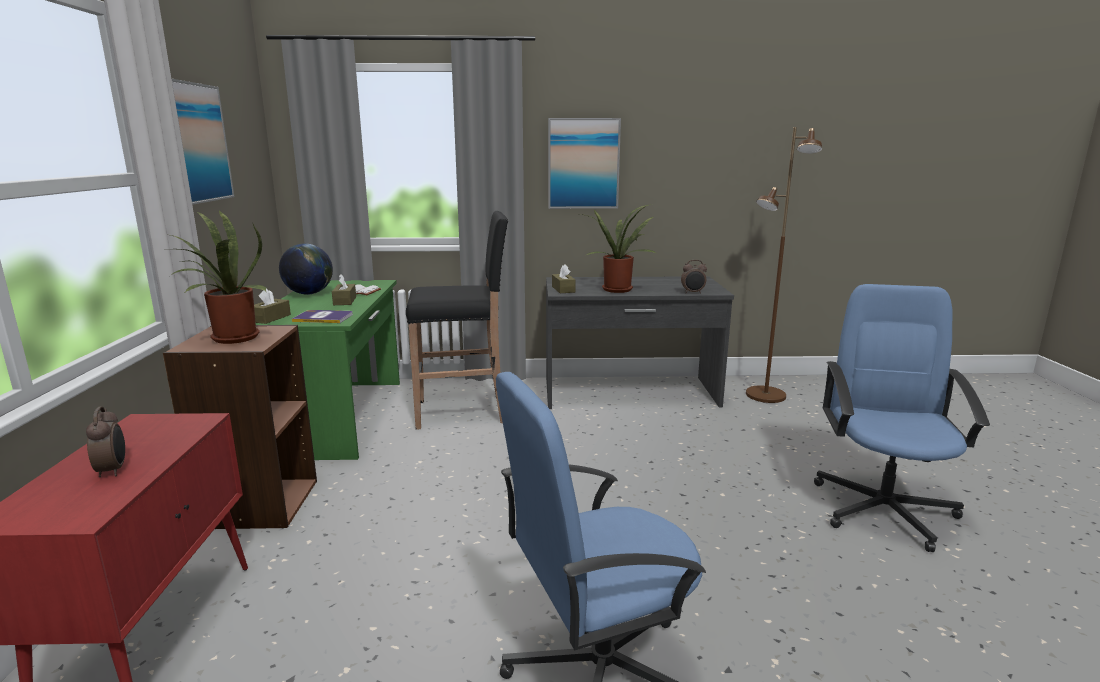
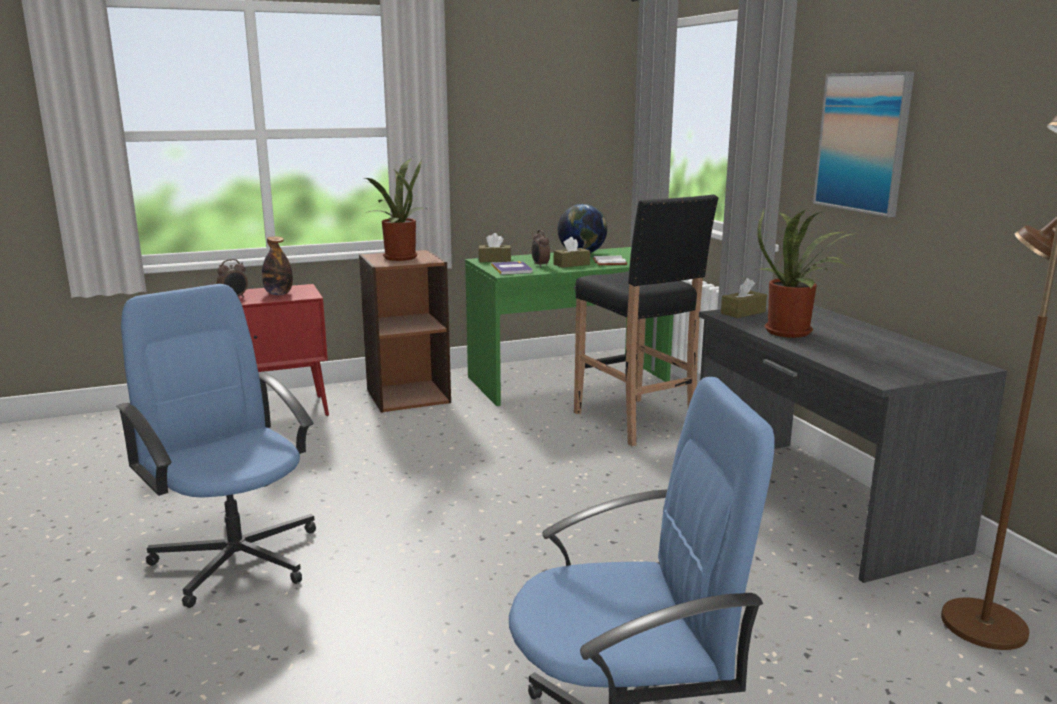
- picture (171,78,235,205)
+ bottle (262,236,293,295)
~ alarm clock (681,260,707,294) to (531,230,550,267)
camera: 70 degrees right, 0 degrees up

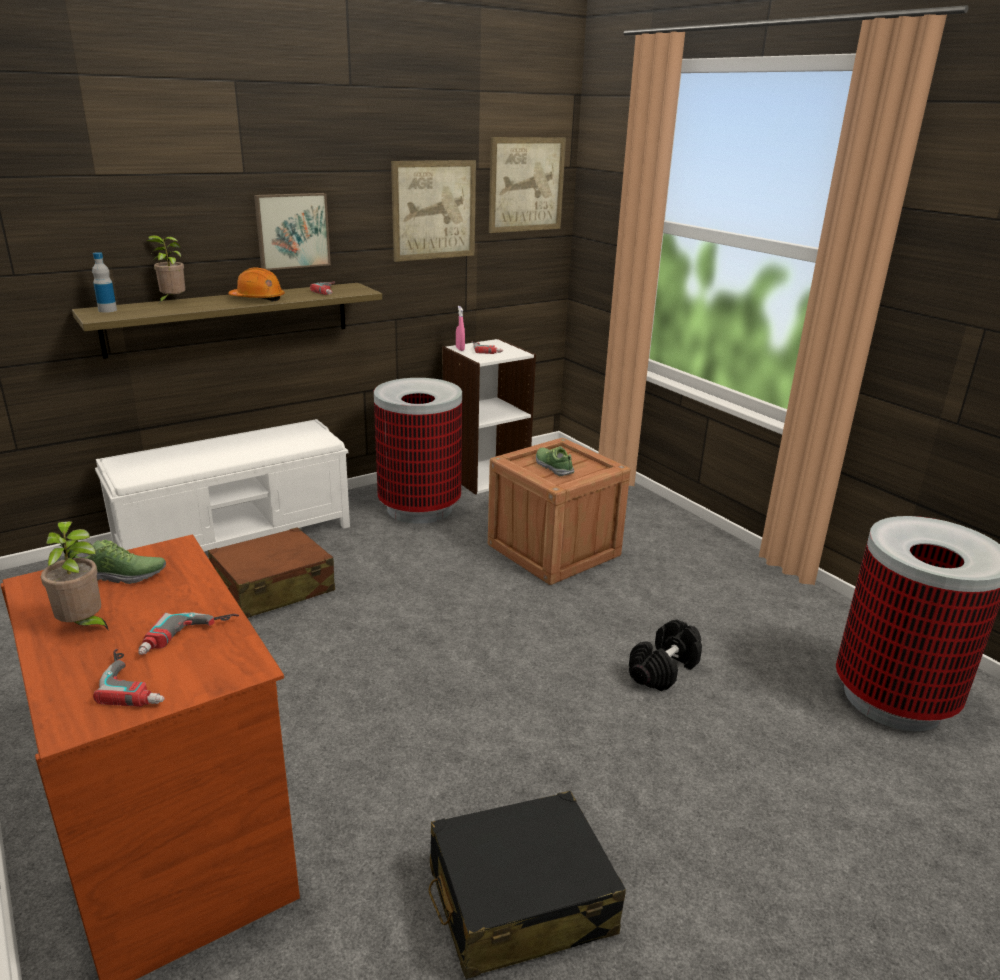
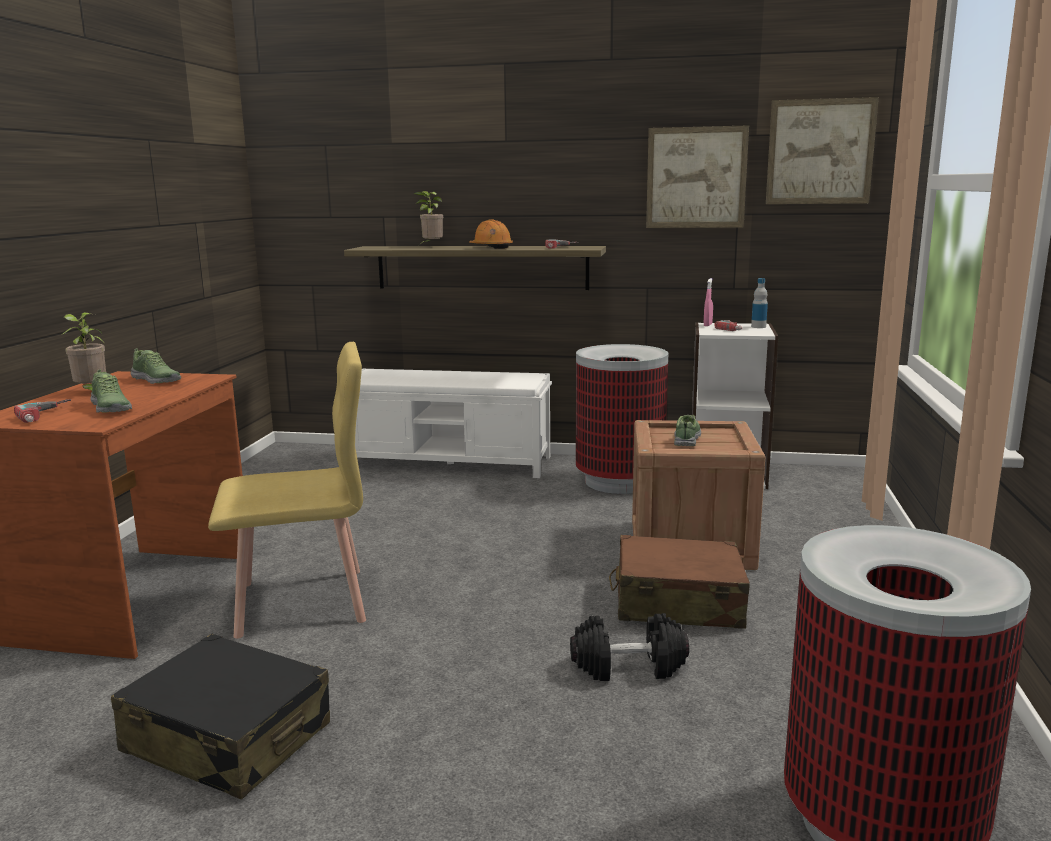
- picture (254,193,331,270)
+ chair (yellow) (208,342,366,639)
~ bottle (92,252,117,313) to (751,278,768,328)
~ suitcase (brown) (208,527,335,618) to (609,535,750,629)
~ power drill (138,612,239,655) to shoe (90,369,132,413)
camera: 45 degrees right, 10 degrees down

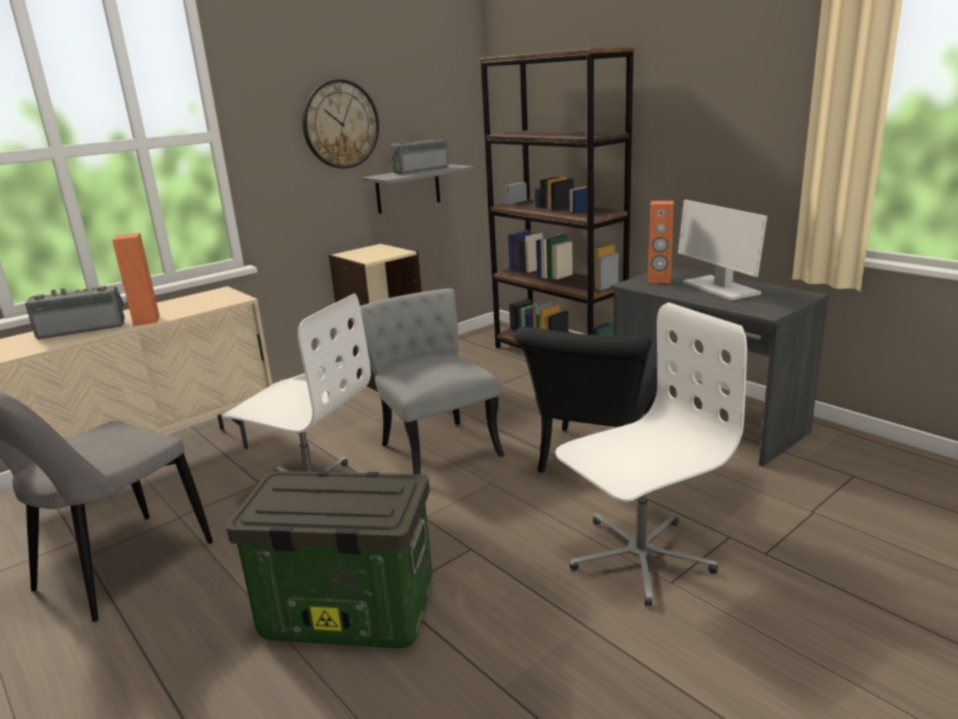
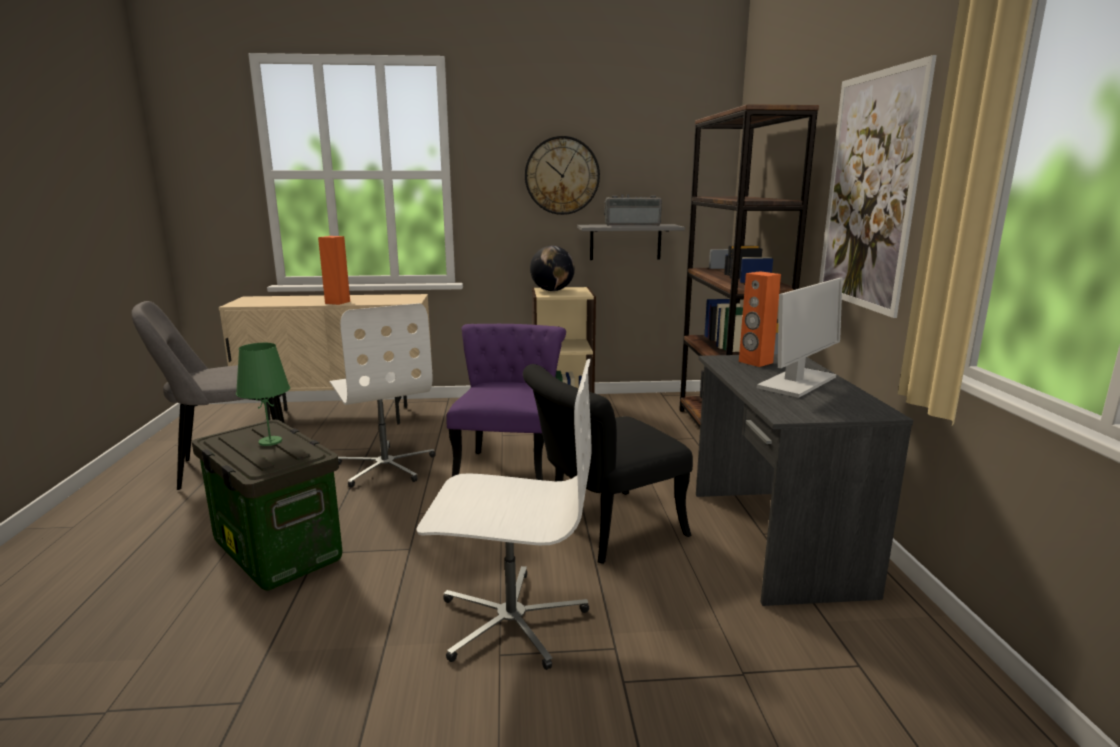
- radio (25,285,125,340)
+ table lamp (green) (236,343,290,446)
+ globe (530,246,575,291)
+ picture (819,55,937,318)
~ chair (grey) (350,288,505,474) to chair (purple) (447,324,566,480)
~ monitor (678,200,767,300) = (757,278,843,398) 150 degrees counterclockwise
camera: 35 degrees right, 5 degrees down

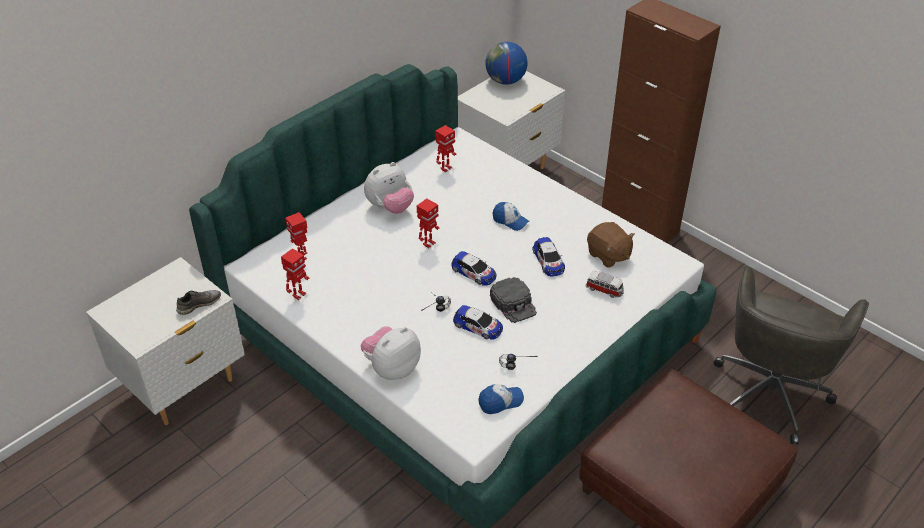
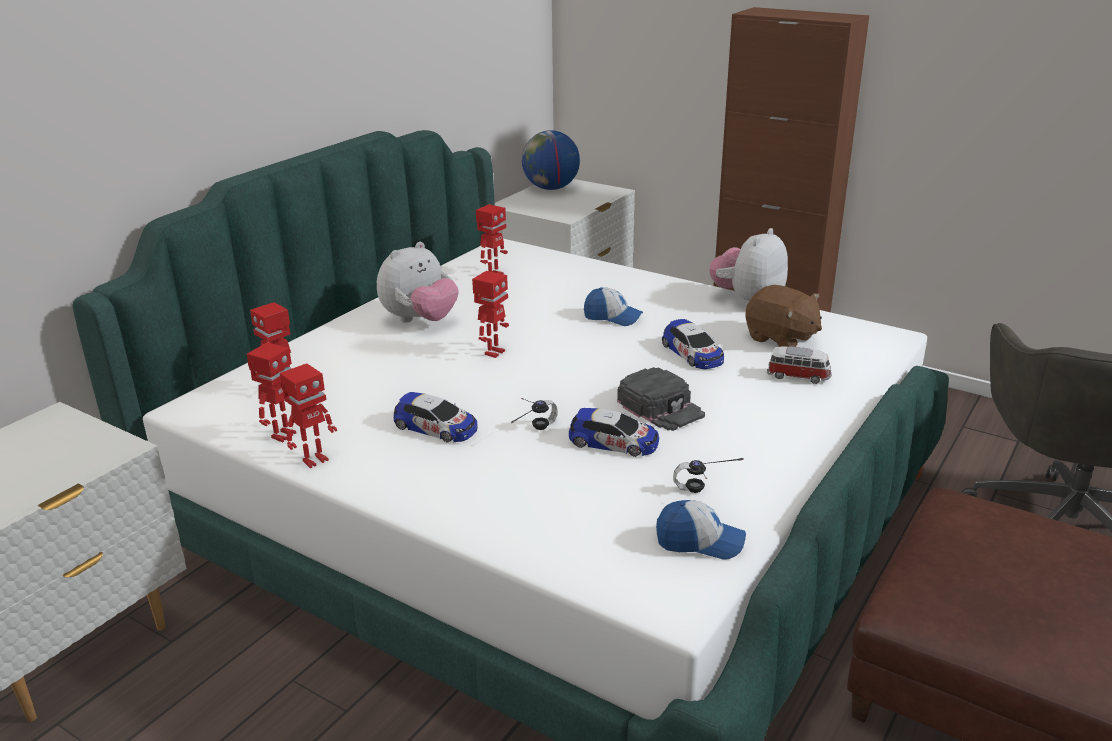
- shoe (grey) (176,290,221,315)
+ toy robot (280,363,337,468)
~ plush toy (361,326,421,380) to (709,228,788,303)
~ toy car (452,251,496,286) to (394,392,478,443)
~ cap (478,384,524,414) = (656,500,746,560) 45 degrees clockwise
camera: 10 degrees left, 15 degrees down

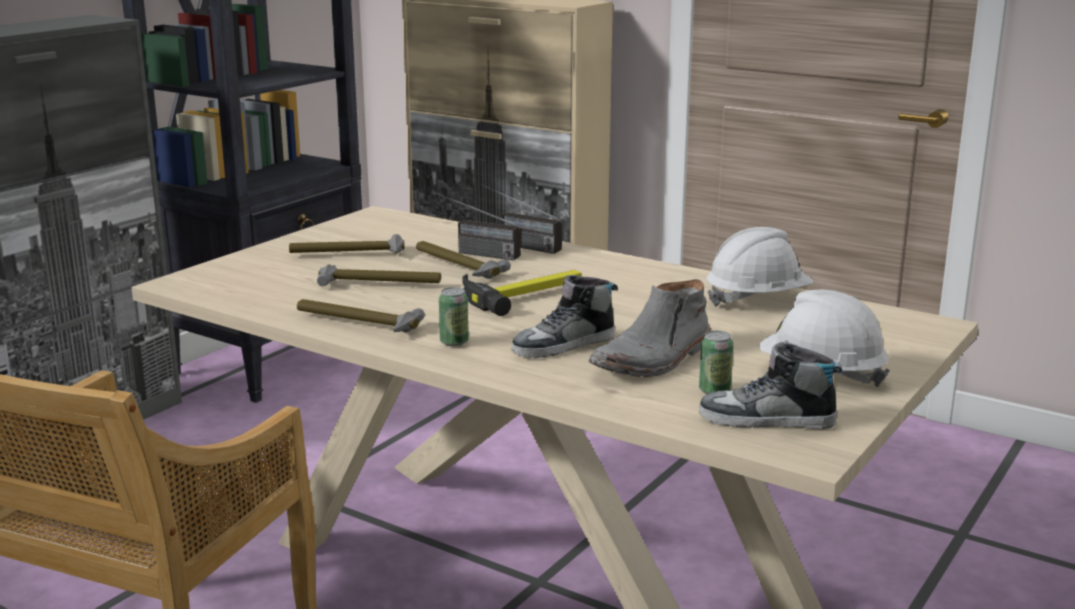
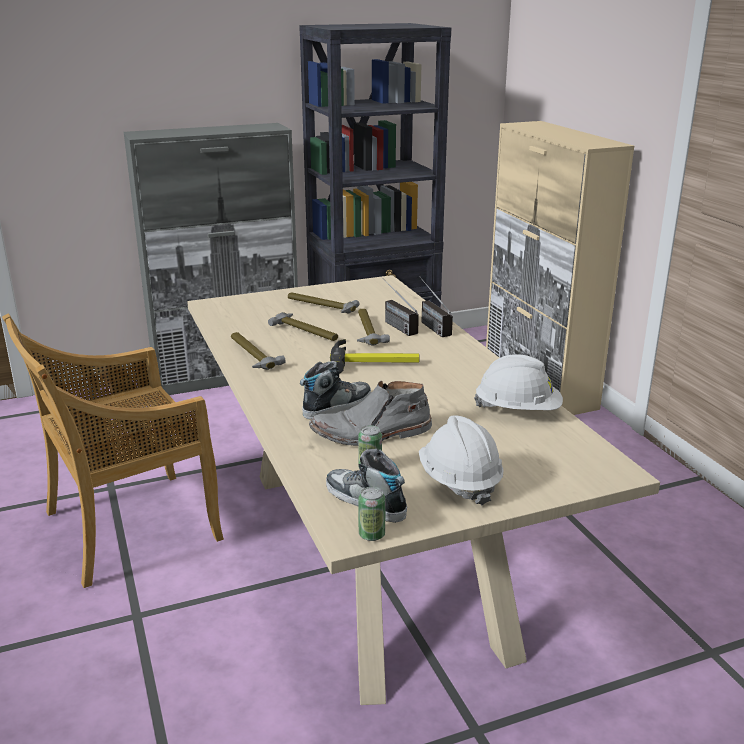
~ can (439,287,469,347) to (358,487,386,541)
~ shoe (511,275,618,359) = (300,361,371,419) 135 degrees clockwise
camera: 35 degrees right, 5 degrees up

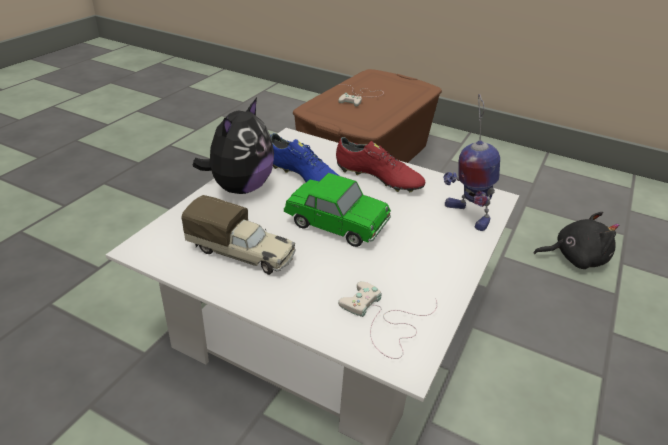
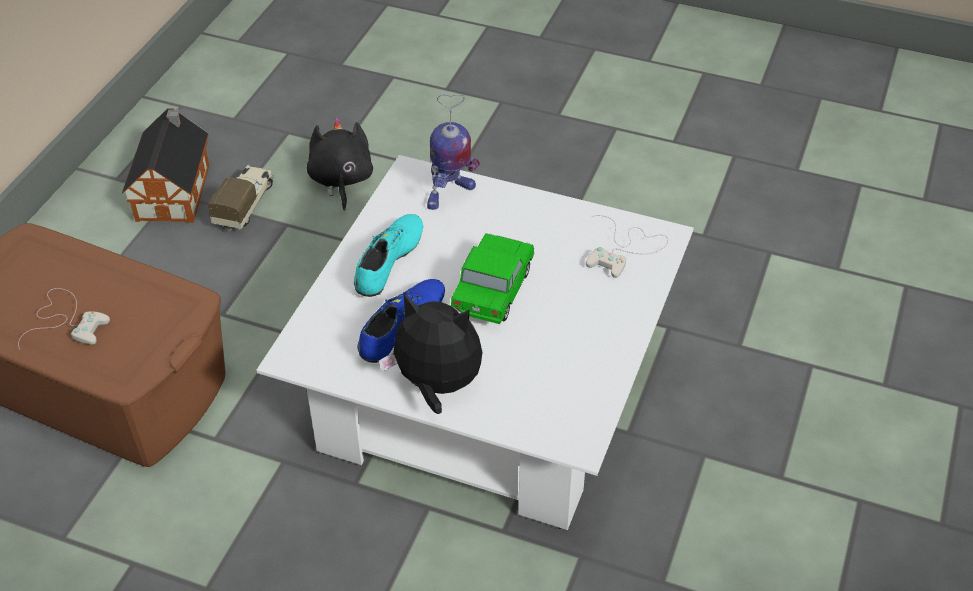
+ toy house (122,108,209,223)
~ toy truck (181,195,296,275) to (207,164,274,231)
~ shoe (red) (336,137,425,192) to shoe (turquoise) (354,214,423,297)
camera: 95 degrees left, 10 degrees up

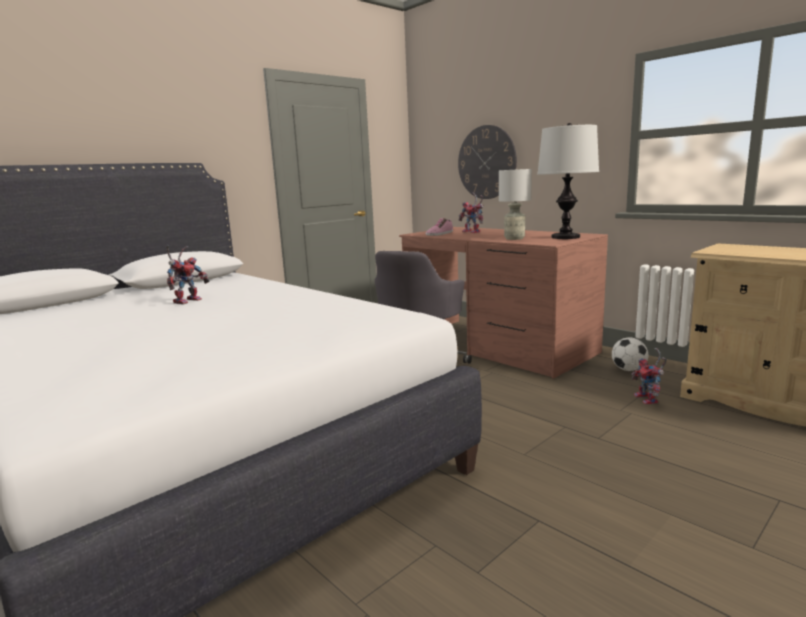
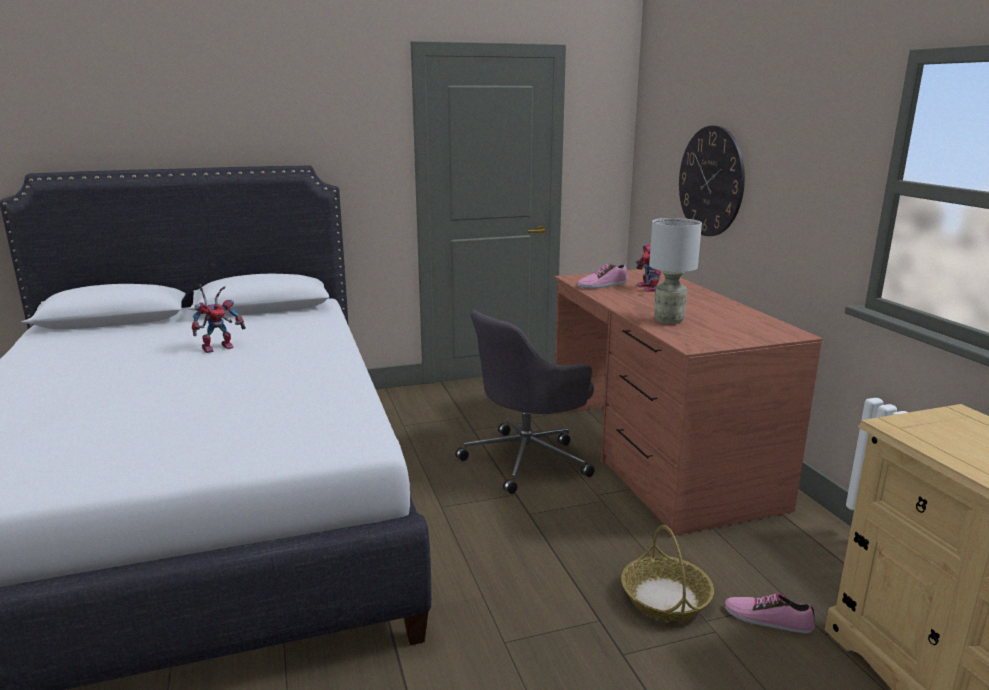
- table lamp (537,123,599,239)
- football (612,338,648,371)
+ basket (621,525,714,621)
~ toy robot (632,348,667,404) to shoe (725,593,815,633)
camera: 25 degrees right, 5 degrees up

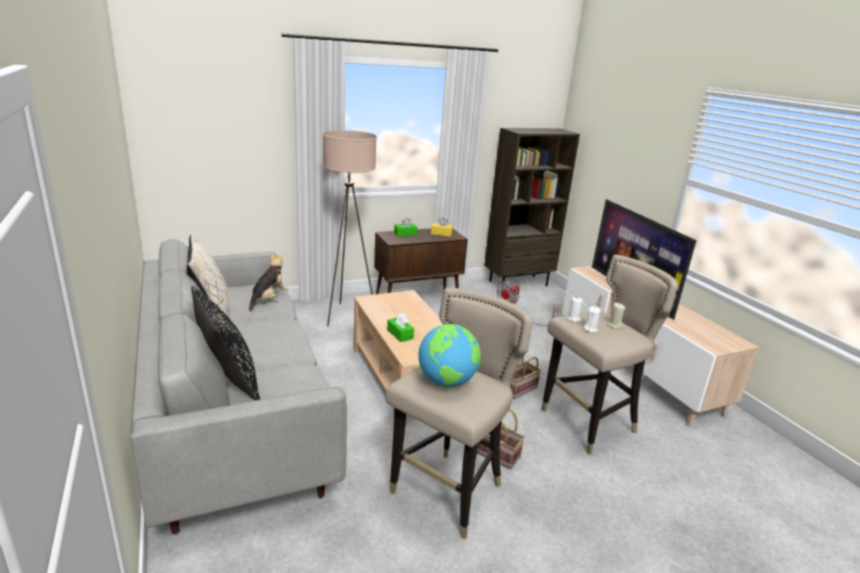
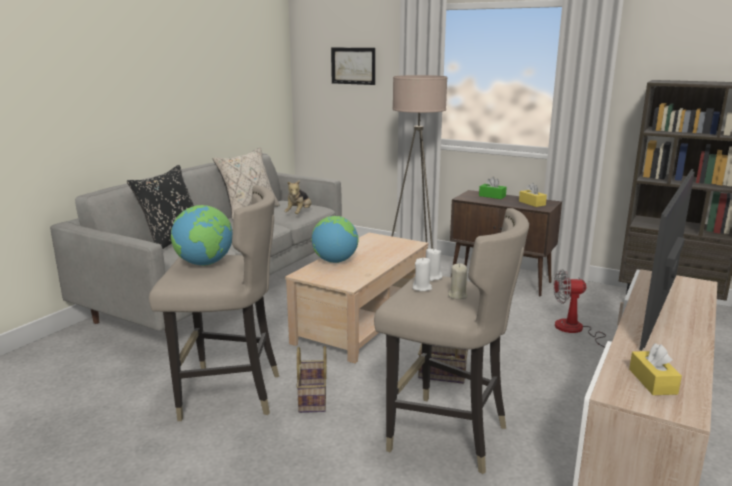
+ picture (331,48,375,85)
+ tissue box (yellow) (629,343,682,395)
~ tissue box (green) (387,313,414,342) to globe (311,216,358,263)
~ plush toy (249,253,288,311) = (284,180,311,214) 120 degrees clockwise
camera: 55 degrees right, 5 degrees down

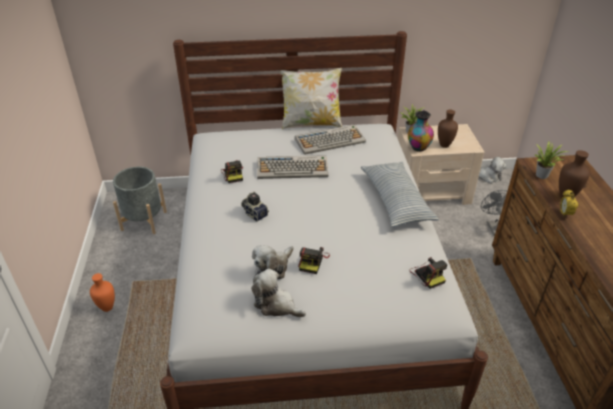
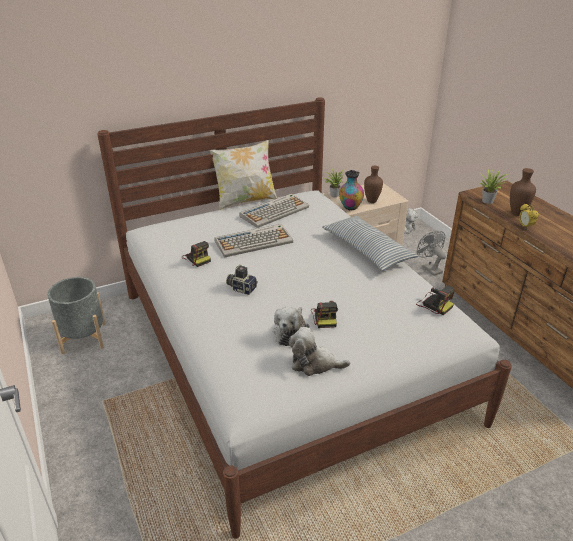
- vase (orange) (90,273,115,312)
camera: 20 degrees left, 5 degrees down

